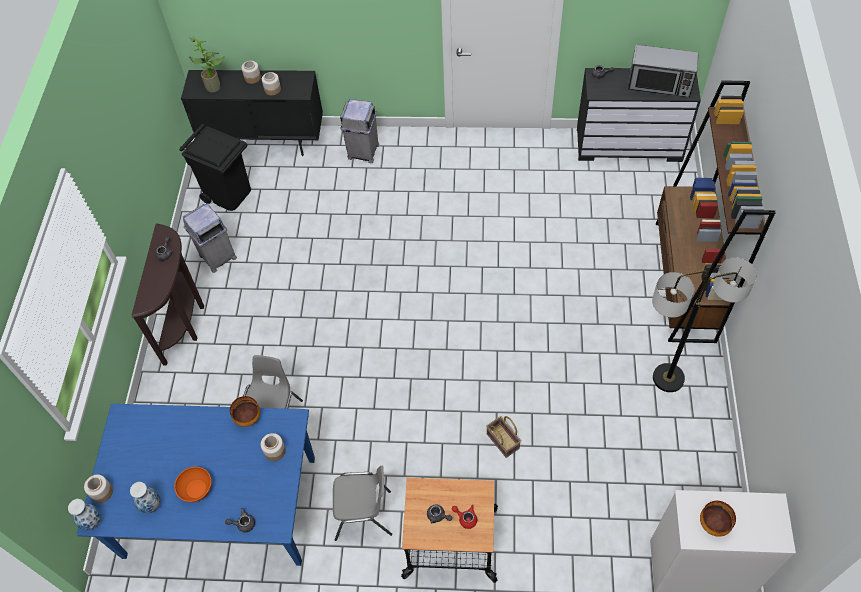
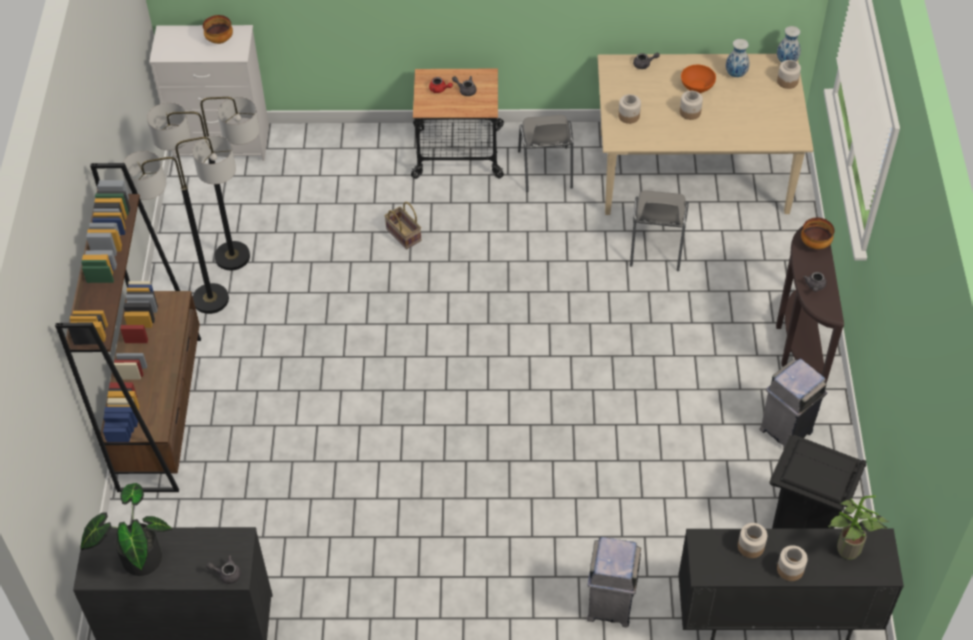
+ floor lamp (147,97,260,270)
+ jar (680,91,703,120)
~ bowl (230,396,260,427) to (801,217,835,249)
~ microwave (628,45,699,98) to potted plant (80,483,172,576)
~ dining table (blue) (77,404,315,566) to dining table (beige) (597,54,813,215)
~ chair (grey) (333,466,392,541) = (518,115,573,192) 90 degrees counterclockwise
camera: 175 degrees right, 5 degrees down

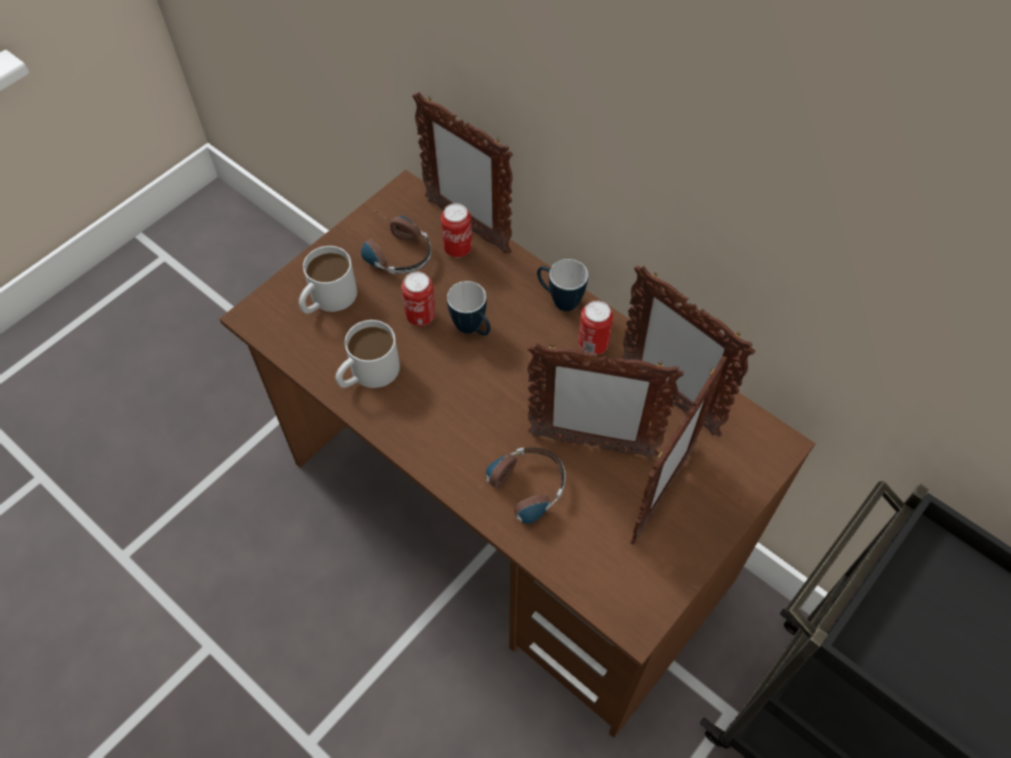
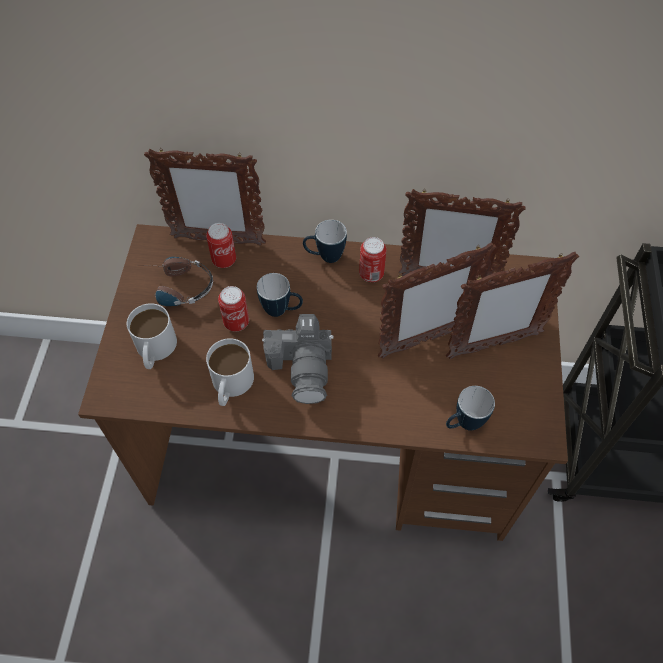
- headphones (460,447,566,524)
+ photo camera (262,314,334,404)
+ mug (446,386,495,431)
~ picture frame (630,356,727,545) = (446,252,579,359) 75 degrees clockwise
camera: 35 degrees left, 0 degrees up

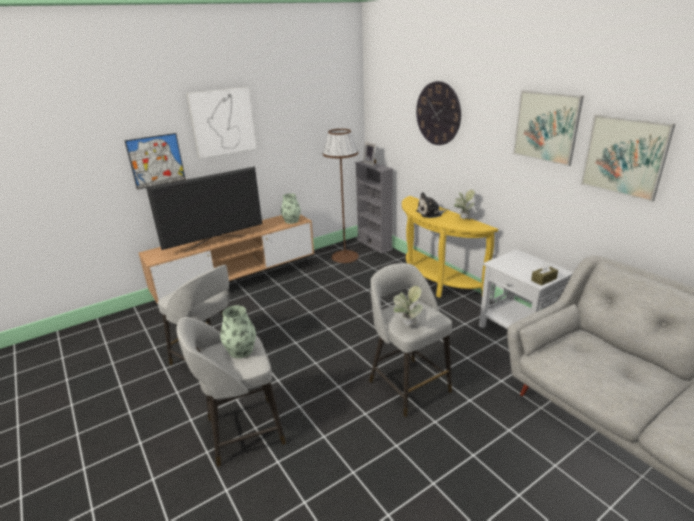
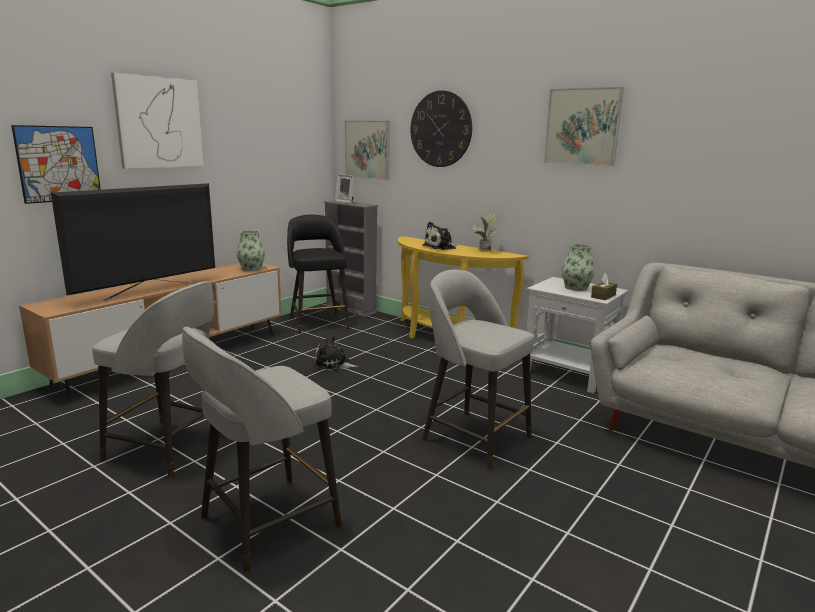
- potted plant (394,286,423,326)
+ plush toy (314,334,358,371)
~ vase (220,305,256,358) to (562,244,595,291)
~ picture (581,114,675,202) to (345,120,390,181)
~ floor lamp (brown) (323,129,359,263) to stool (black) (287,215,350,334)
camera: 20 degrees left, 10 degrees down

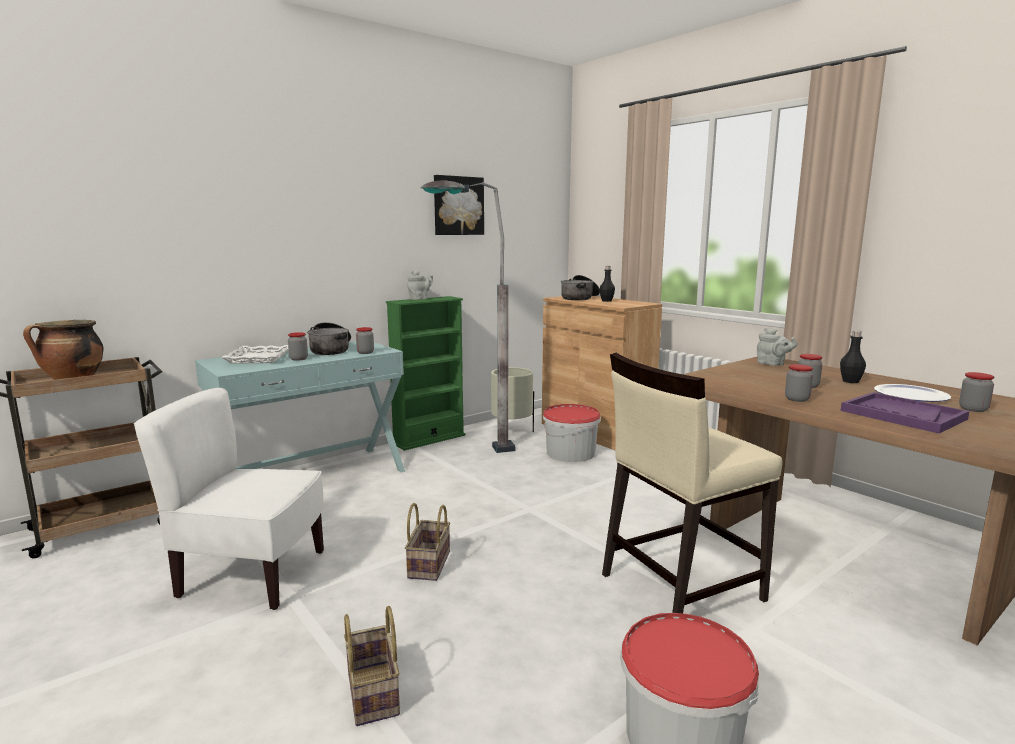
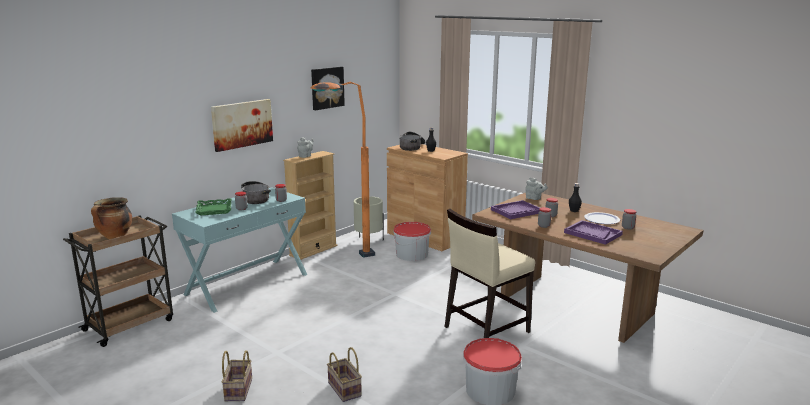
- chair (white) (134,388,324,610)
+ picture (211,99,273,152)
+ tray (purple) (491,200,540,219)
~ basket (405,503,450,581) to (222,350,252,401)
~ tray (white) (221,345,289,364) to tray (green) (195,198,232,216)
~ bookcase (green) (386,296,465,451) to bookcase (beige) (283,151,337,260)
~ floor lamp (grey) (421,180,515,453) to floor lamp (orange) (311,82,375,258)
camera: 10 degrees left, 5 degrees up

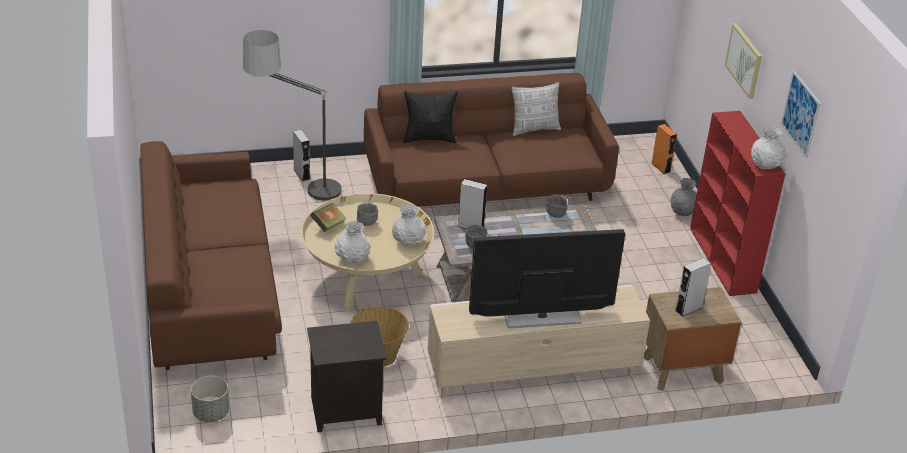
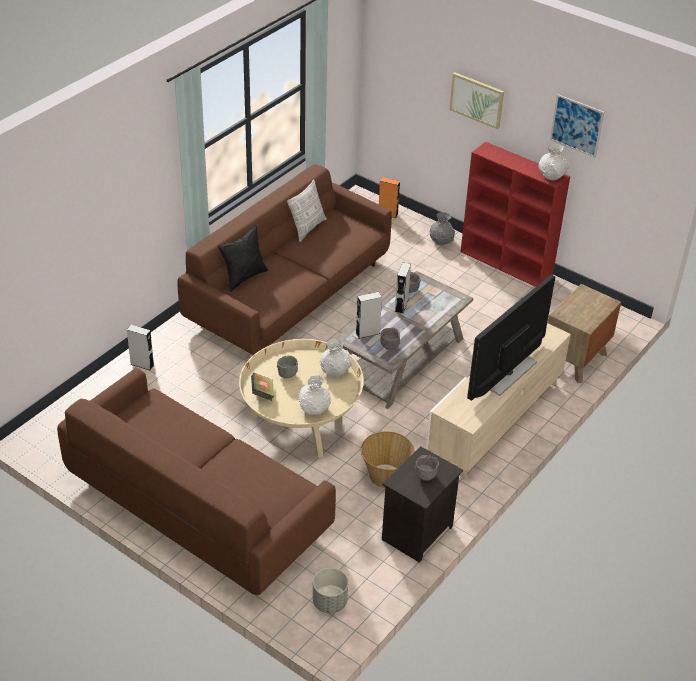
- floor lamp (243,30,344,206)
+ bowl (grey) (415,455,439,481)
~ speaker (grey) (675,258,711,317) to (395,262,411,314)
camera: 40 degrees left, 5 degrees up

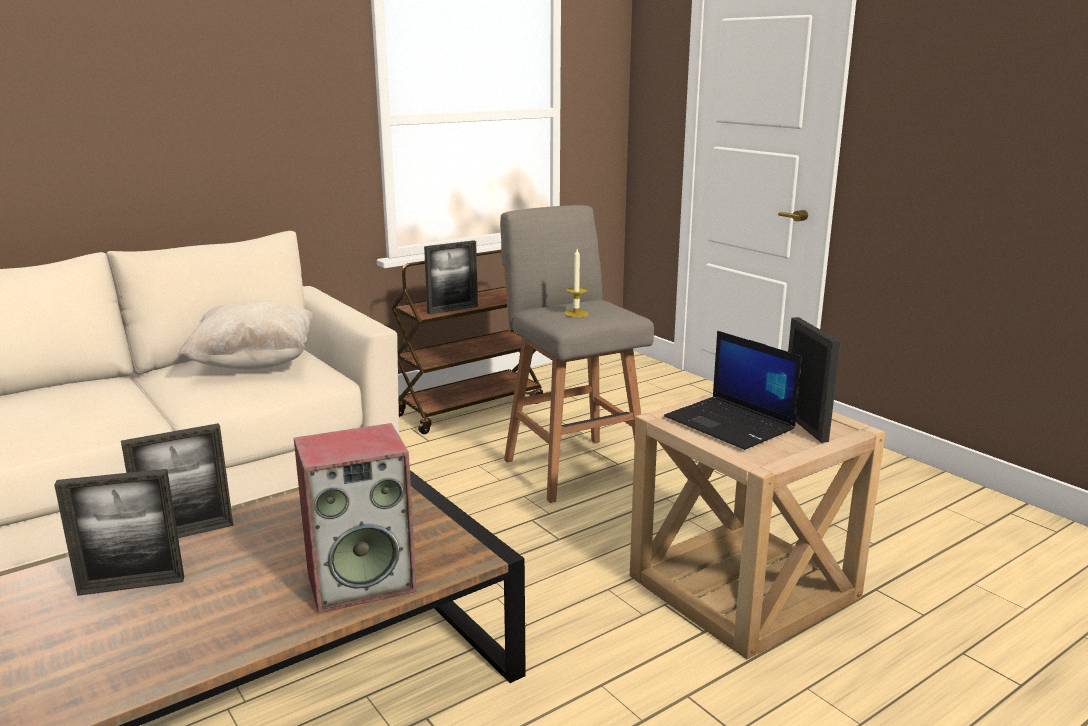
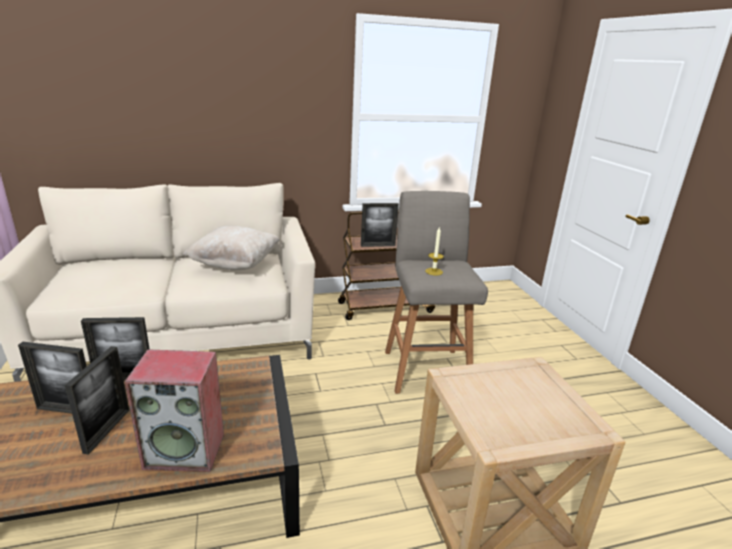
- laptop (664,331,802,450)
~ picture frame (788,317,841,443) to (65,346,129,455)
camera: 20 degrees right, 5 degrees up

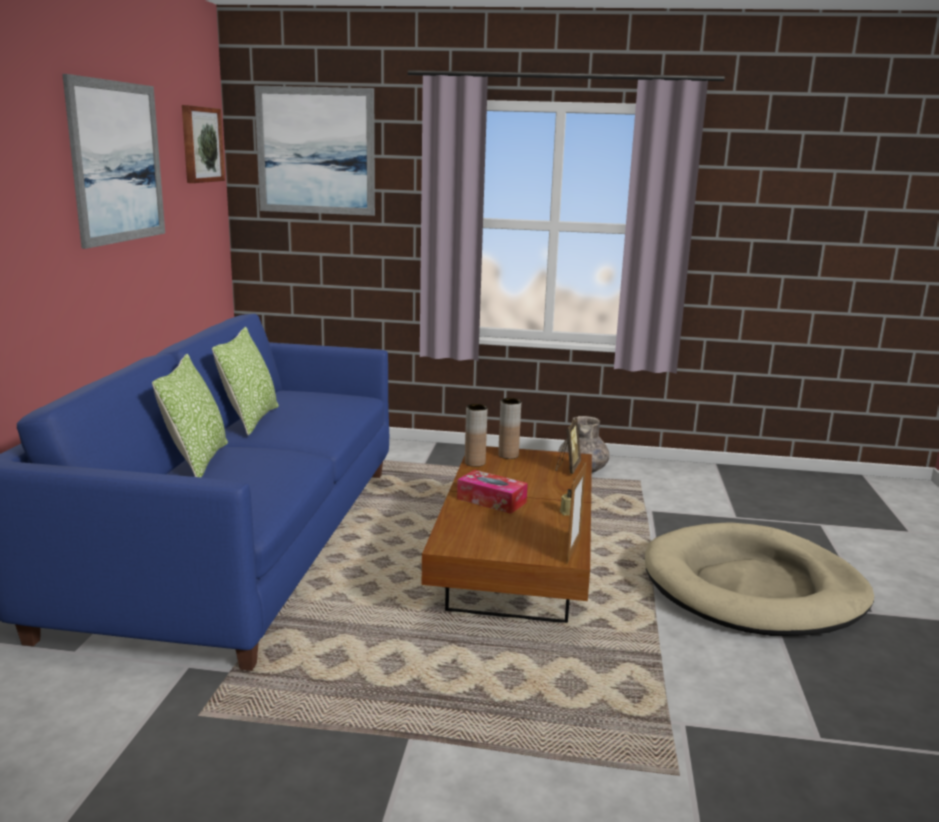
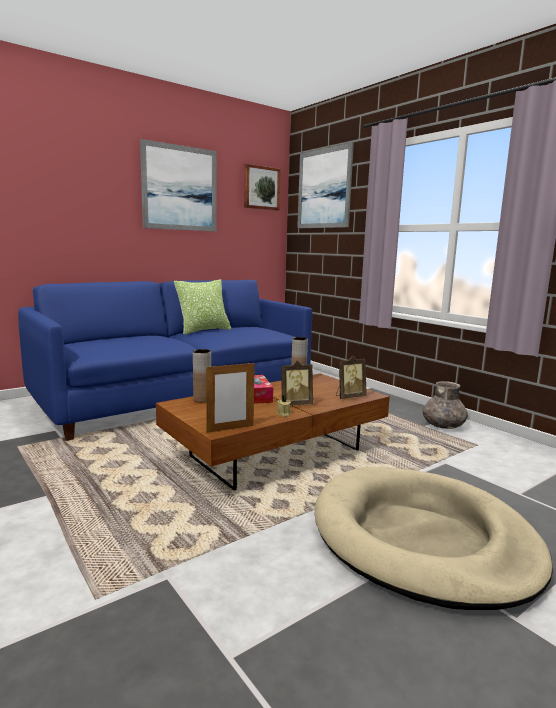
- pillow (152,354,228,478)
+ picture frame (281,361,313,406)
~ vase (brown) (498,398,521,459) to (193,349,211,402)
camera: 45 degrees right, 5 degrees down

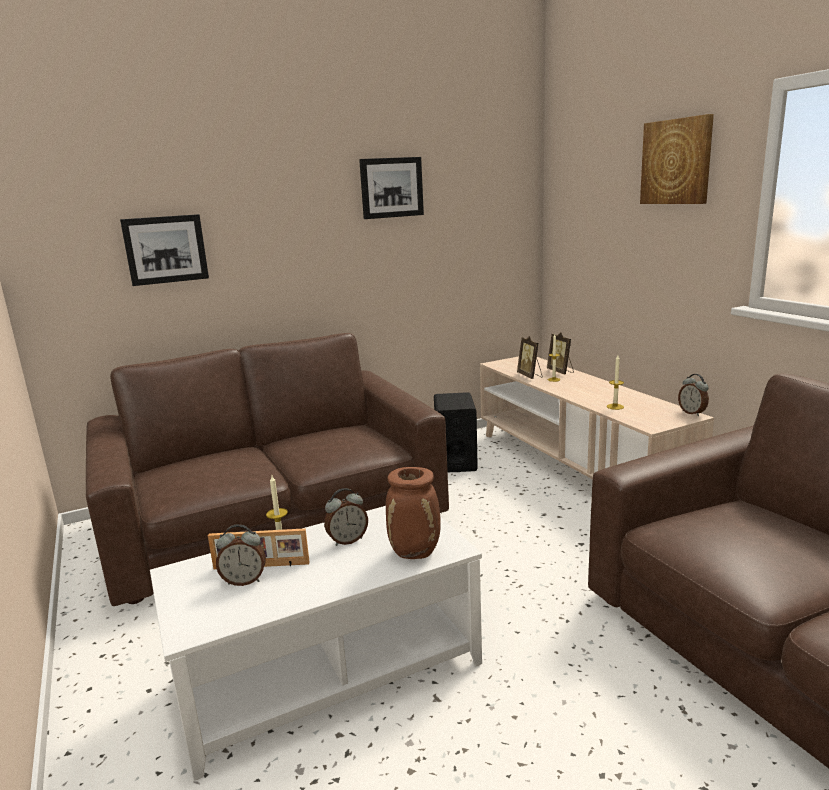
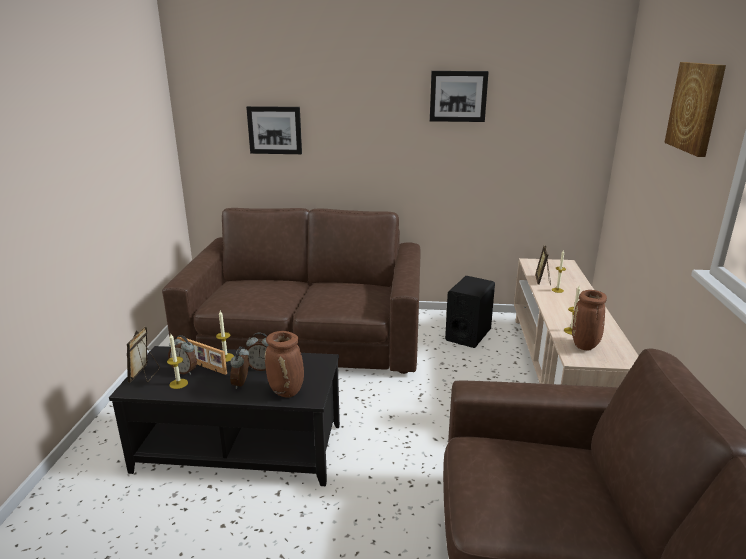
+ candle (167,334,188,389)
+ vase (brown) (572,290,607,351)
~ picture frame (547,332,574,374) to (127,327,160,383)
~ alarm clock (678,374,709,416) to (230,347,249,389)
~ coffee table (white) (150,506,482,781) to coffee table (black) (109,346,340,486)
camera: 30 degrees right, 5 degrees up

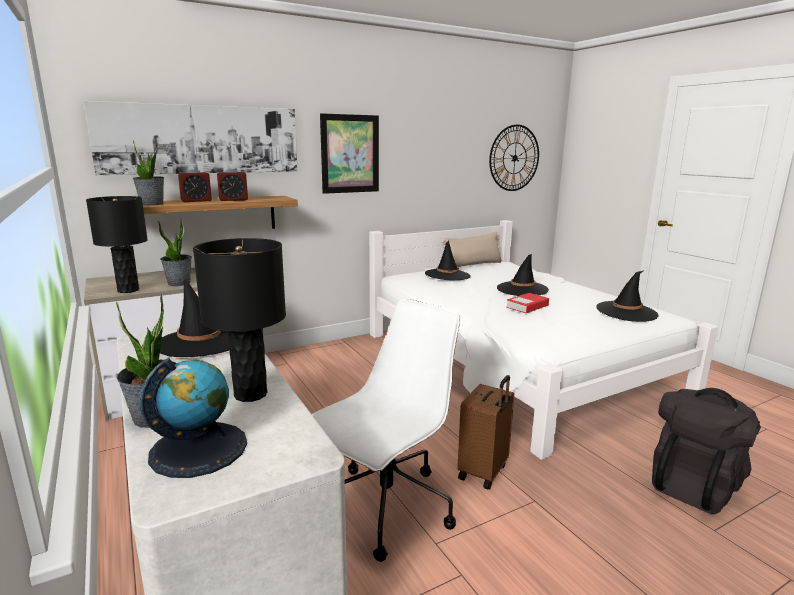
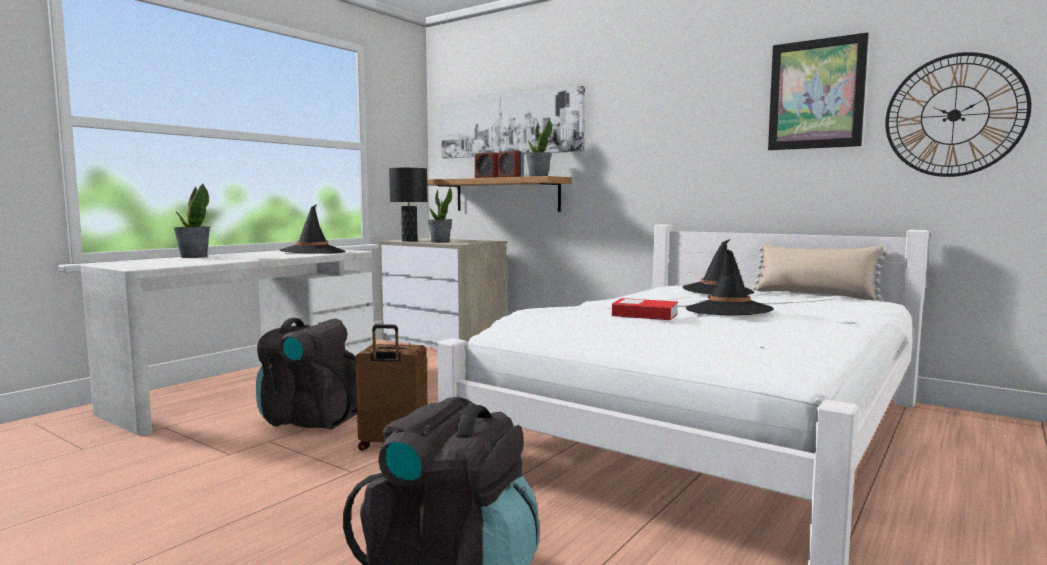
- globe (139,358,247,478)
- table lamp (black) (193,238,286,402)
- hat (black) (596,271,659,322)
~ potted plant (132,138,164,206) to (526,119,552,176)
~ picture (320,113,379,194) to (768,32,869,150)
~ office chair (white) (312,299,460,562) to backpack (black) (256,318,357,430)
camera: 65 degrees right, 10 degrees down

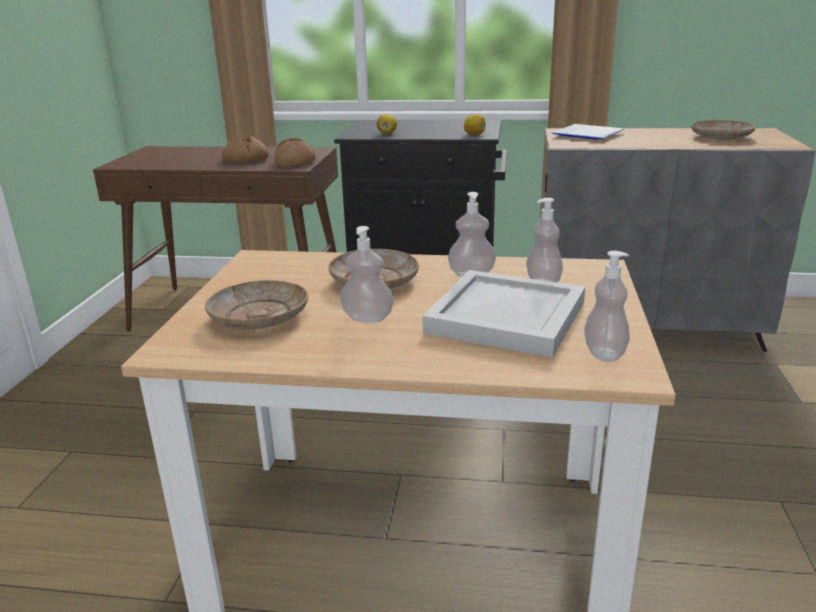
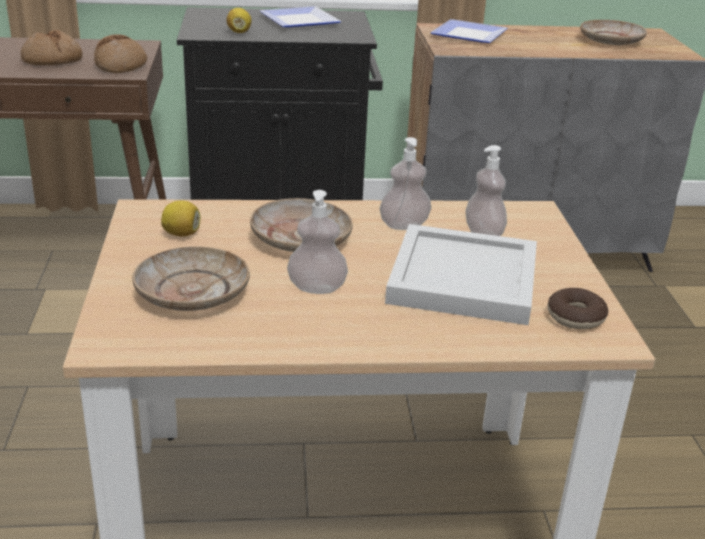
+ plate (260,6,342,27)
~ lemon (464,114,486,135) to (161,200,201,236)
~ soap dispenser (584,251,630,362) to donut (548,288,608,329)
camera: 15 degrees left, 5 degrees up

